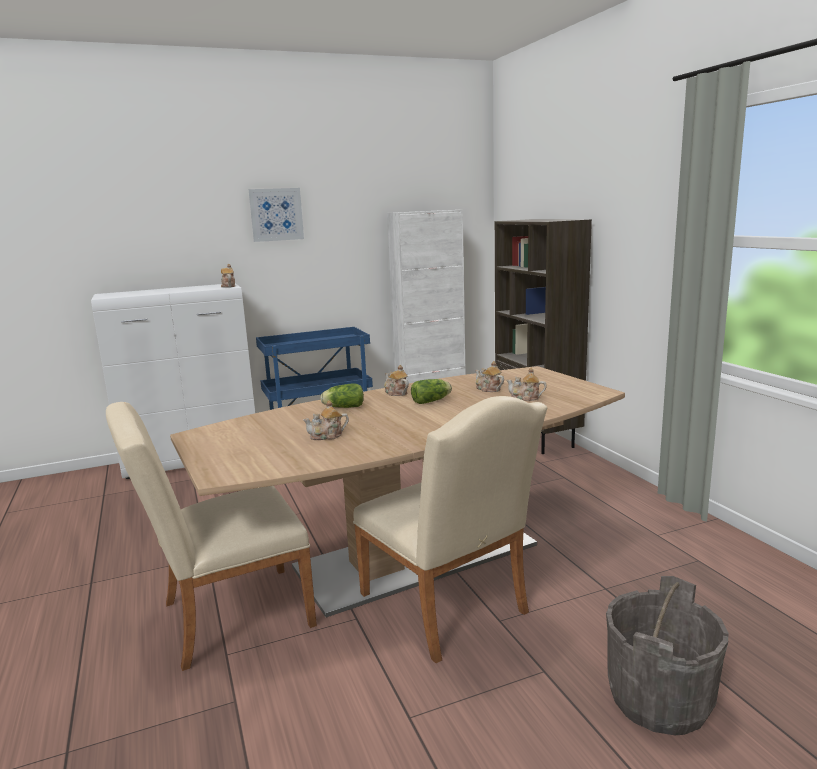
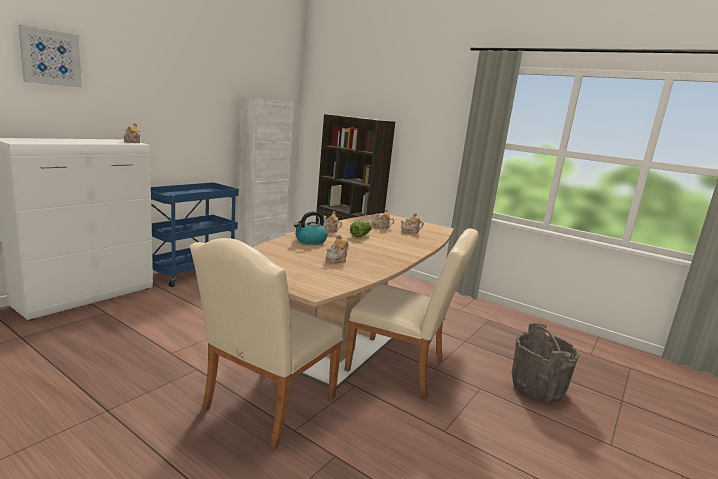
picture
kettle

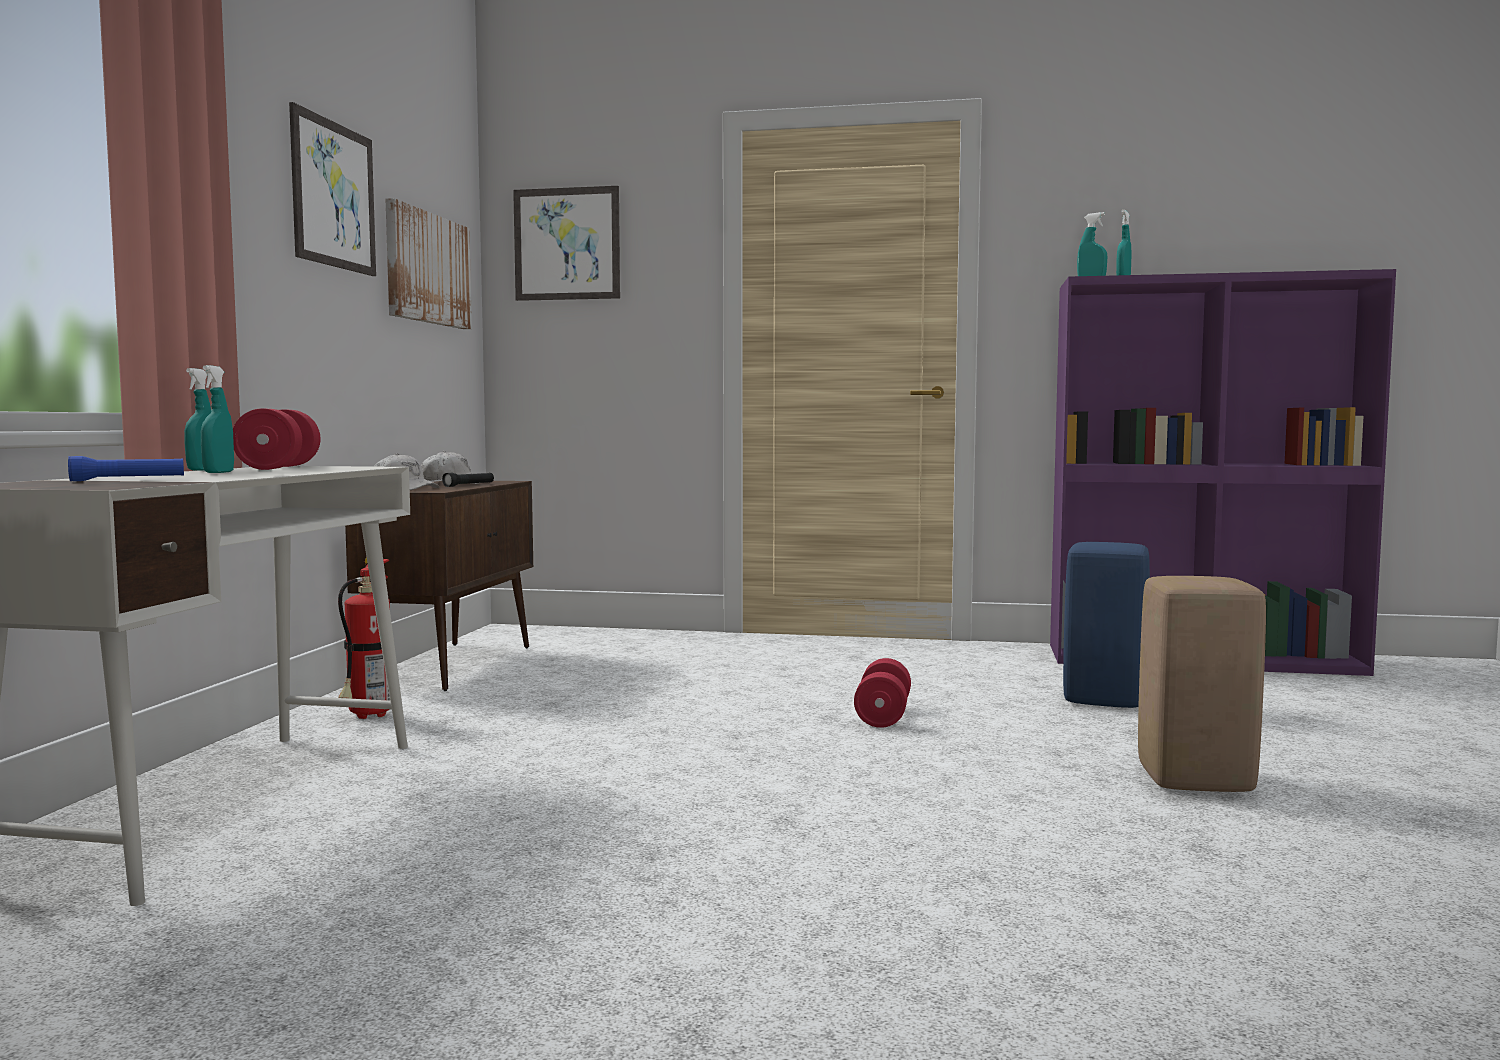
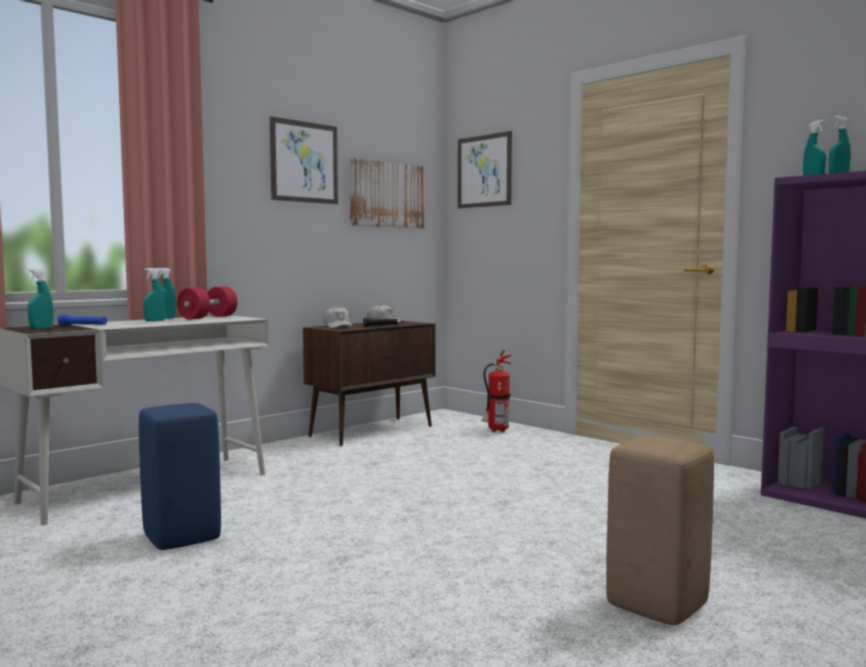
fire extinguisher
red dumbbell (no. 2 from left in the first image)
blue stool
turquoise spray bottle (no. 1 from left)

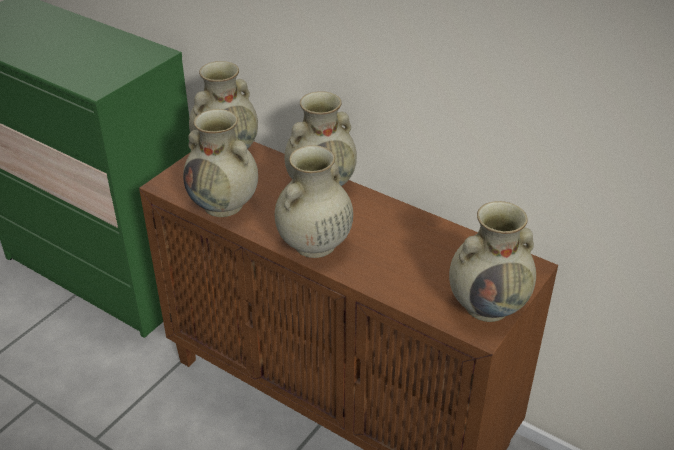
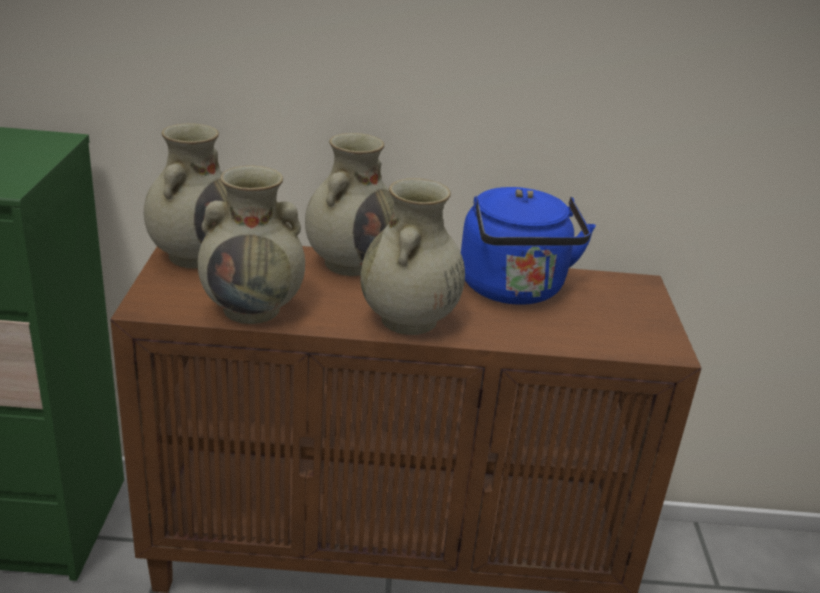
beige vase (no. 5 from left in the first image)
blue kettle

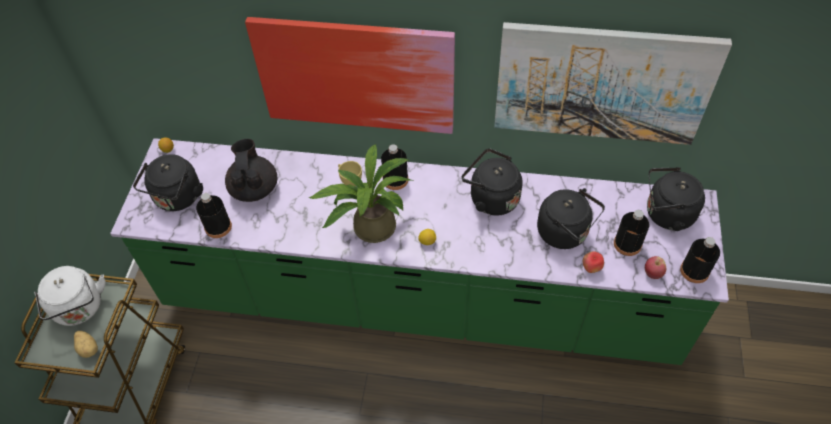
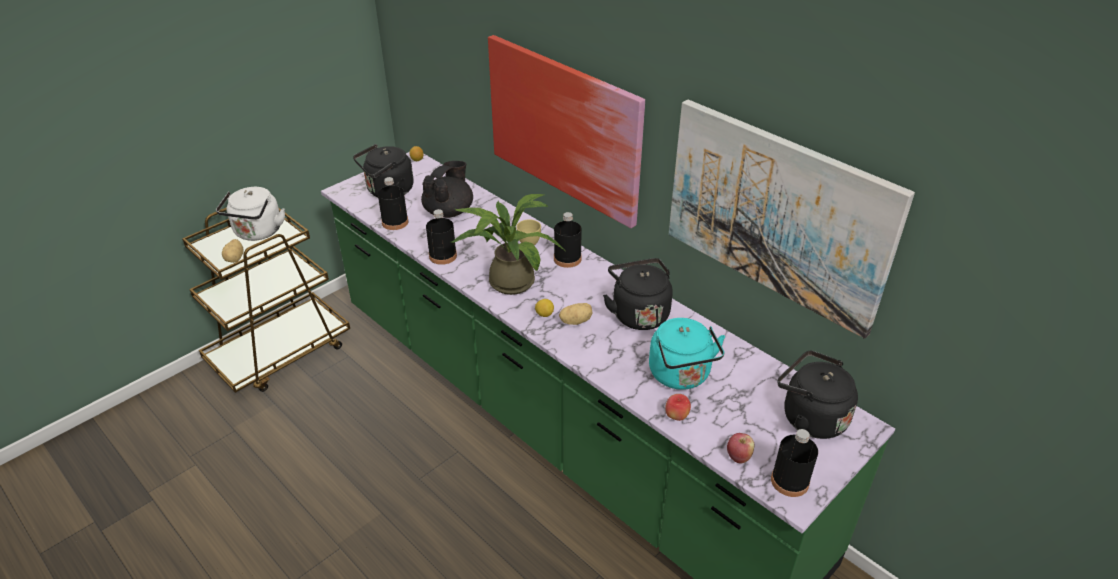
turquoise kettle
black bottle (no. 2 from left)
potato (no. 2 from left)

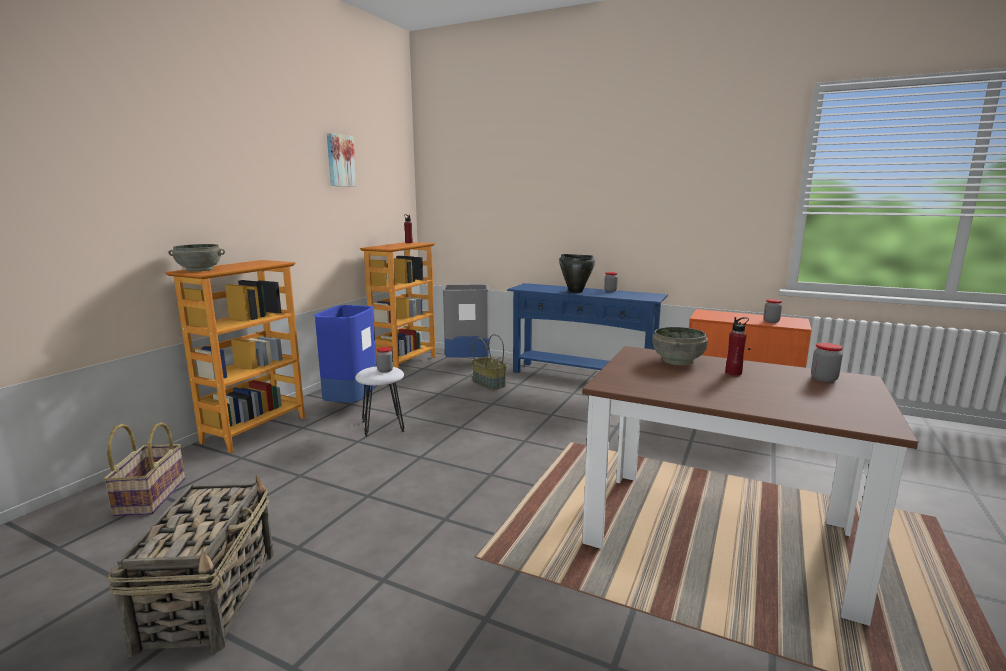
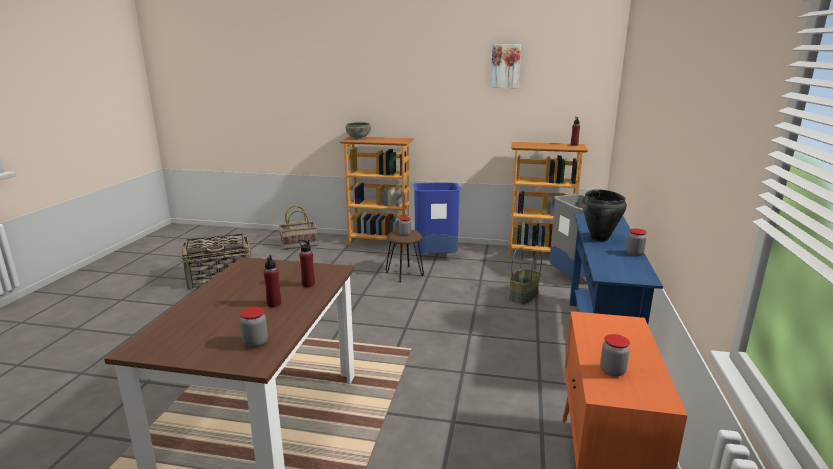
brown stool
red bottle (no. 2 from left)

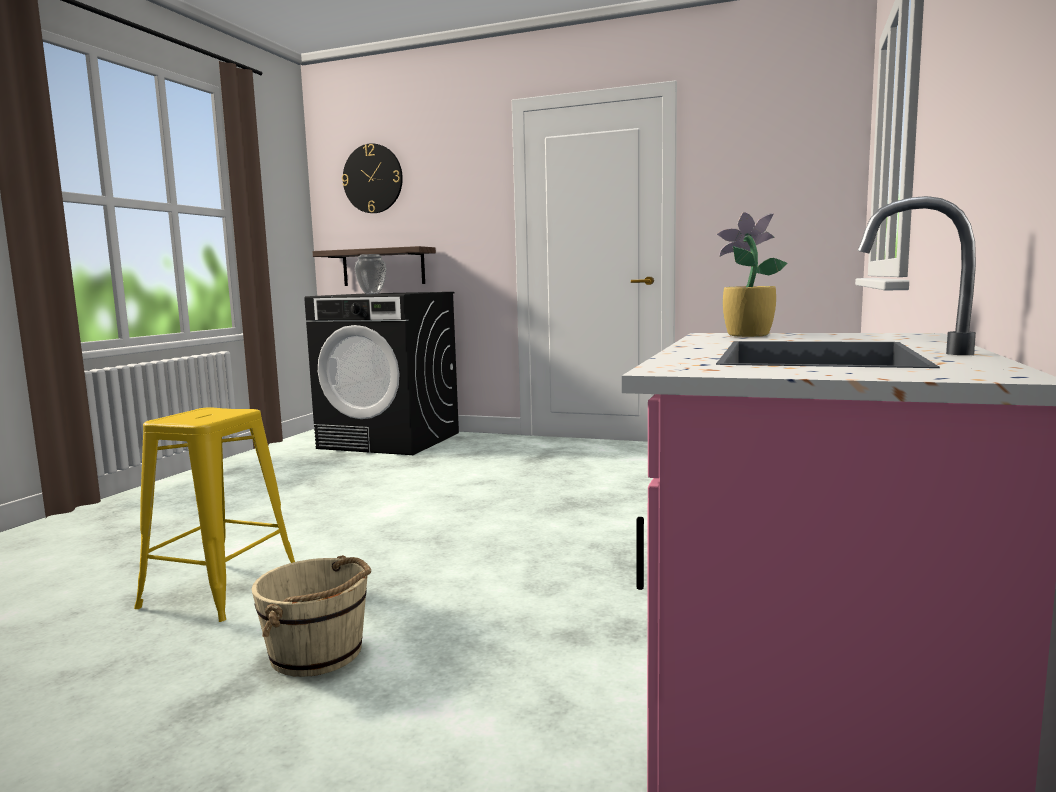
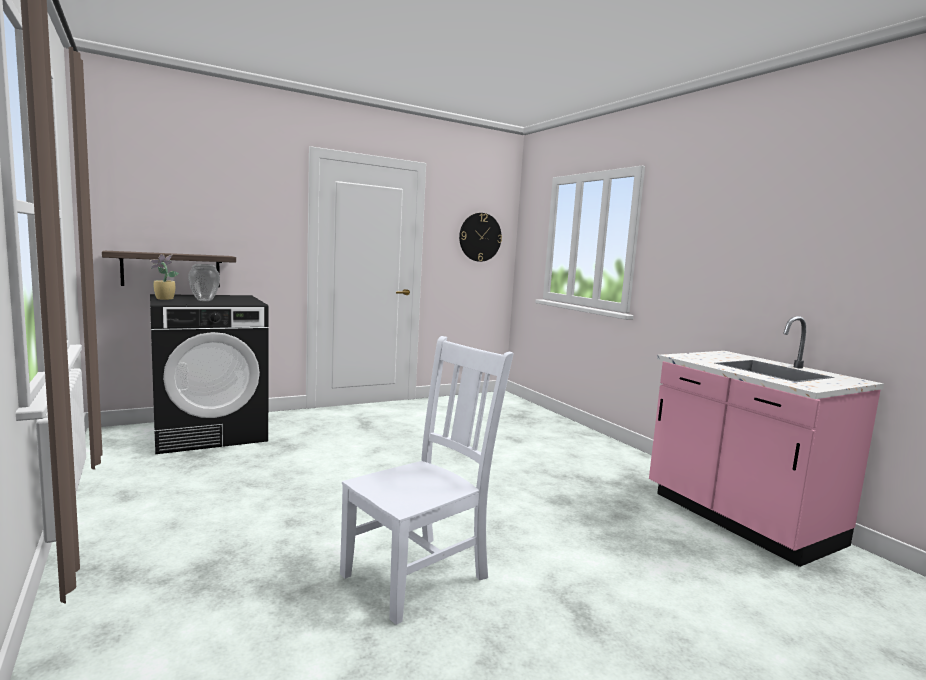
white chair
beige bucket
wall clock
potted plant

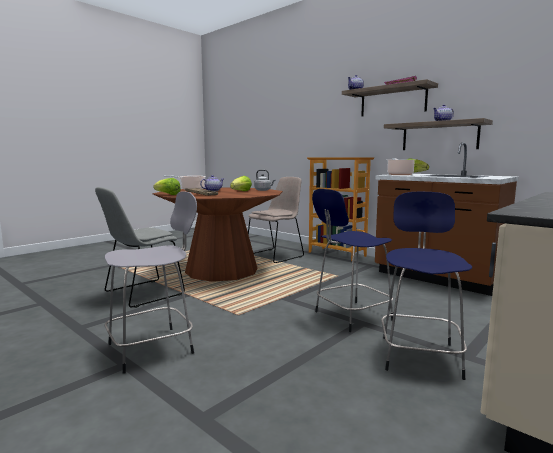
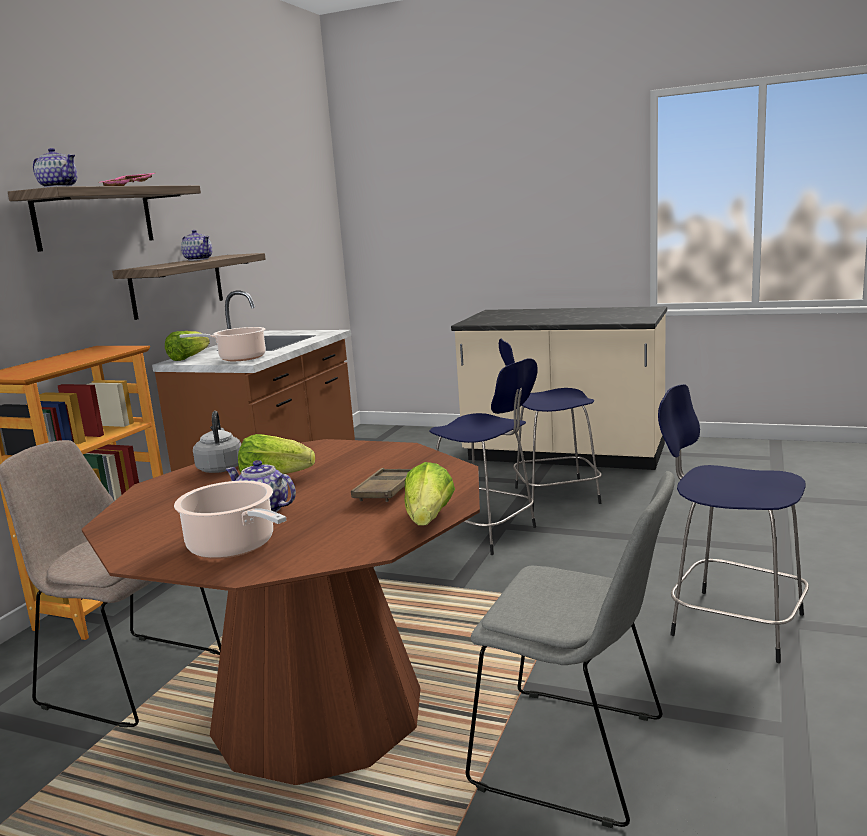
blue stool (no. 3 from left)

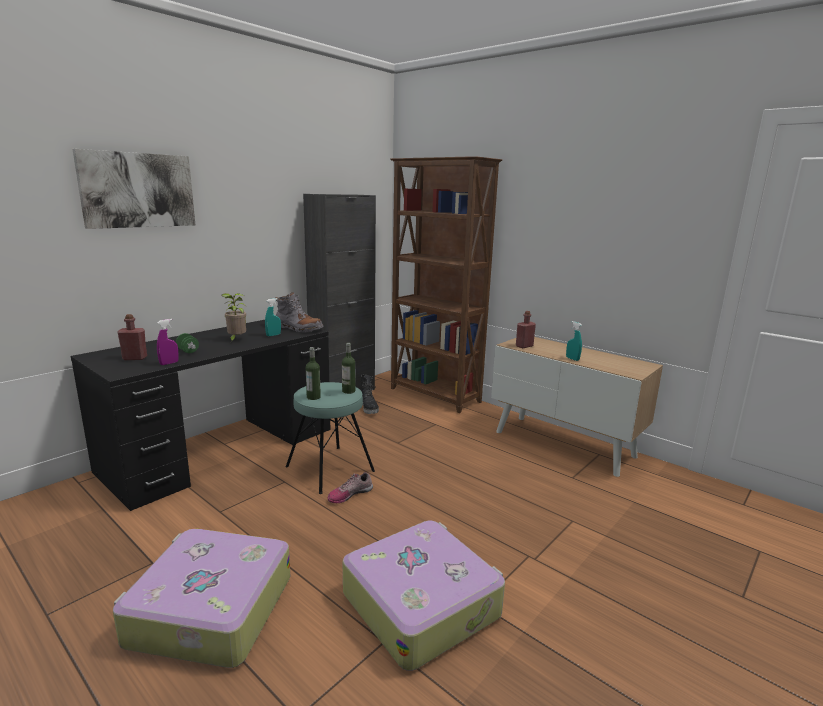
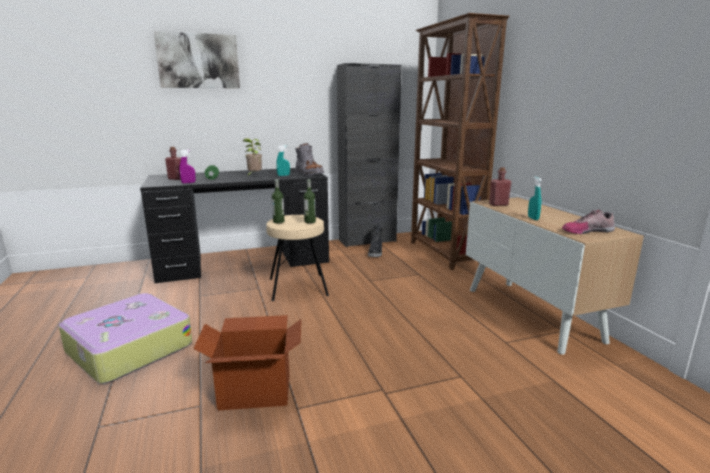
beige stool
shoe
cardboard box

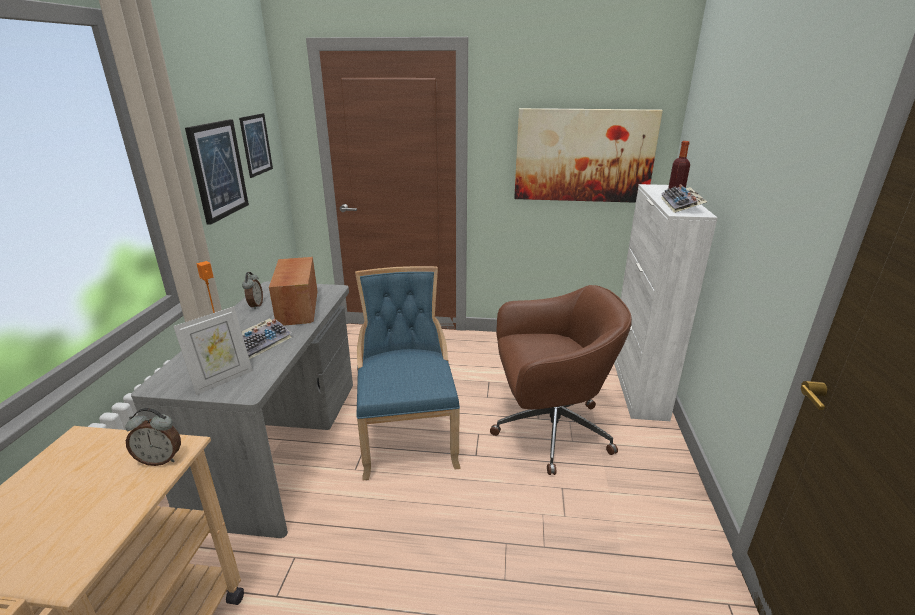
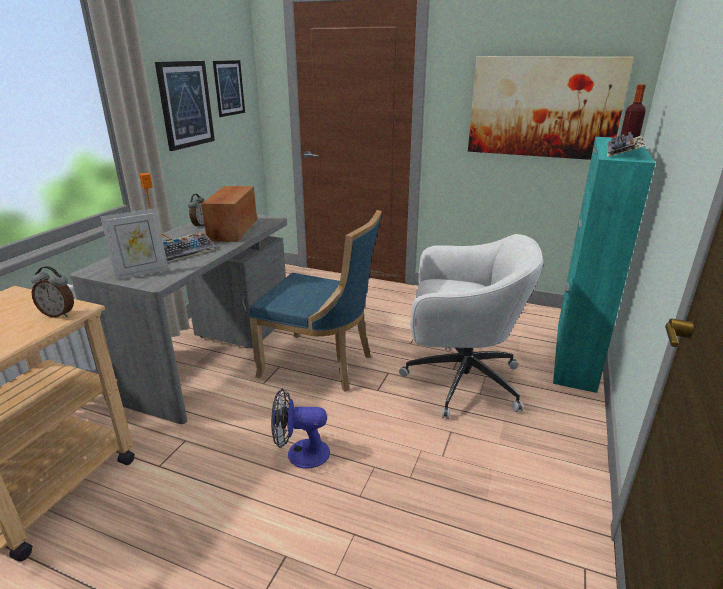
blue chair
white office chair
turquoise cabinet
fan

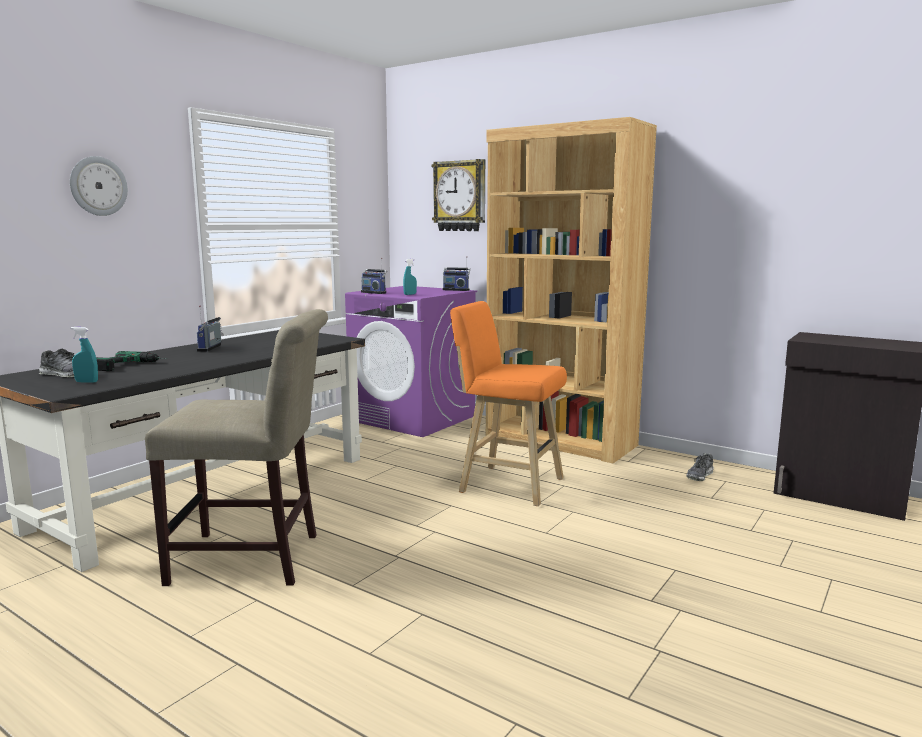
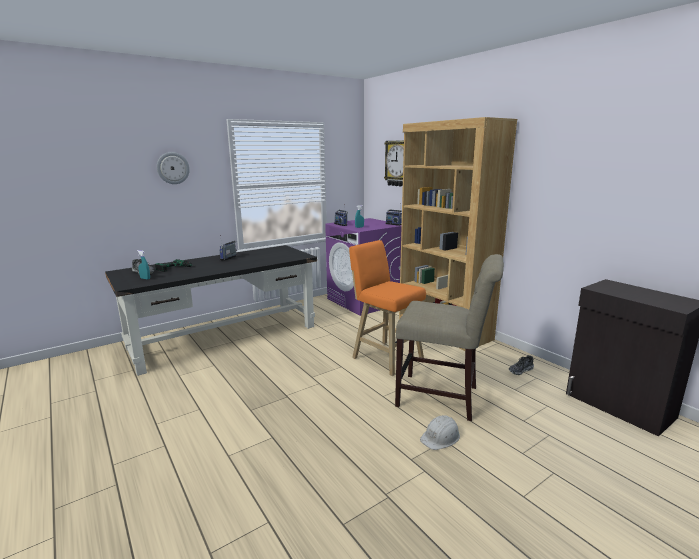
beige chair
white hard hat

